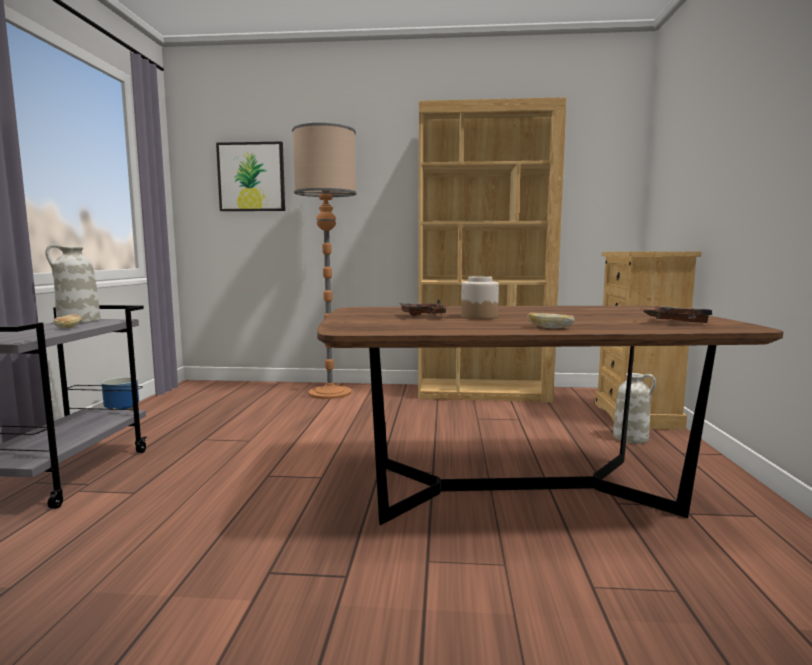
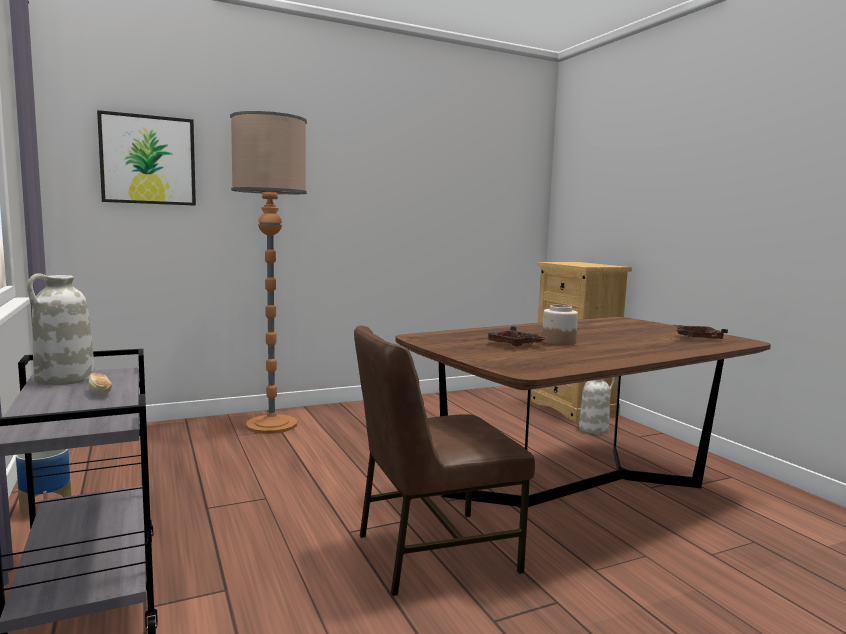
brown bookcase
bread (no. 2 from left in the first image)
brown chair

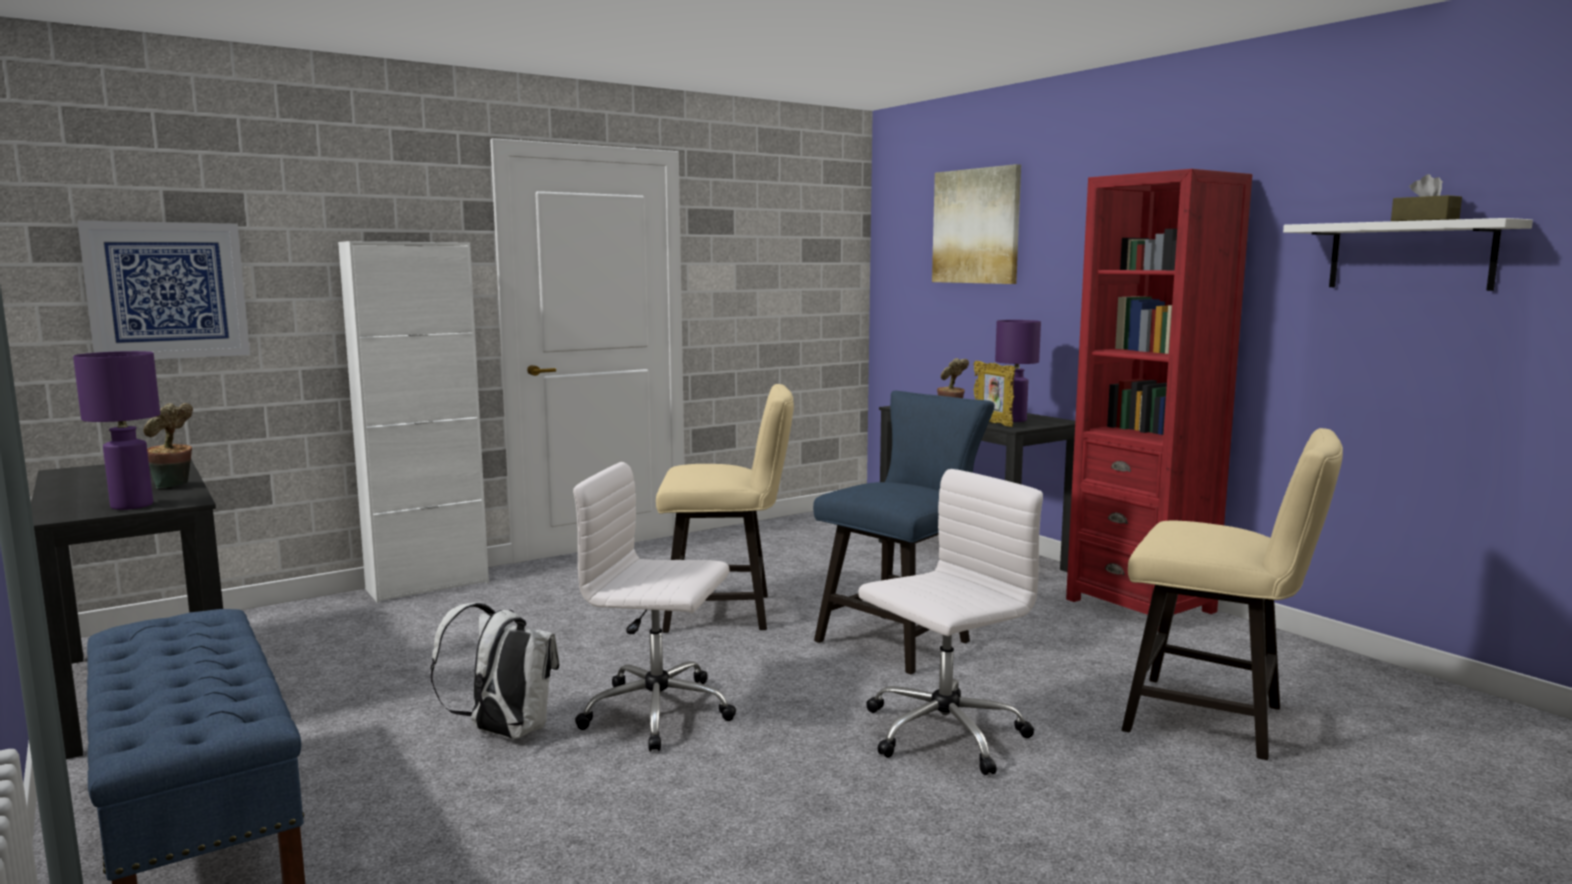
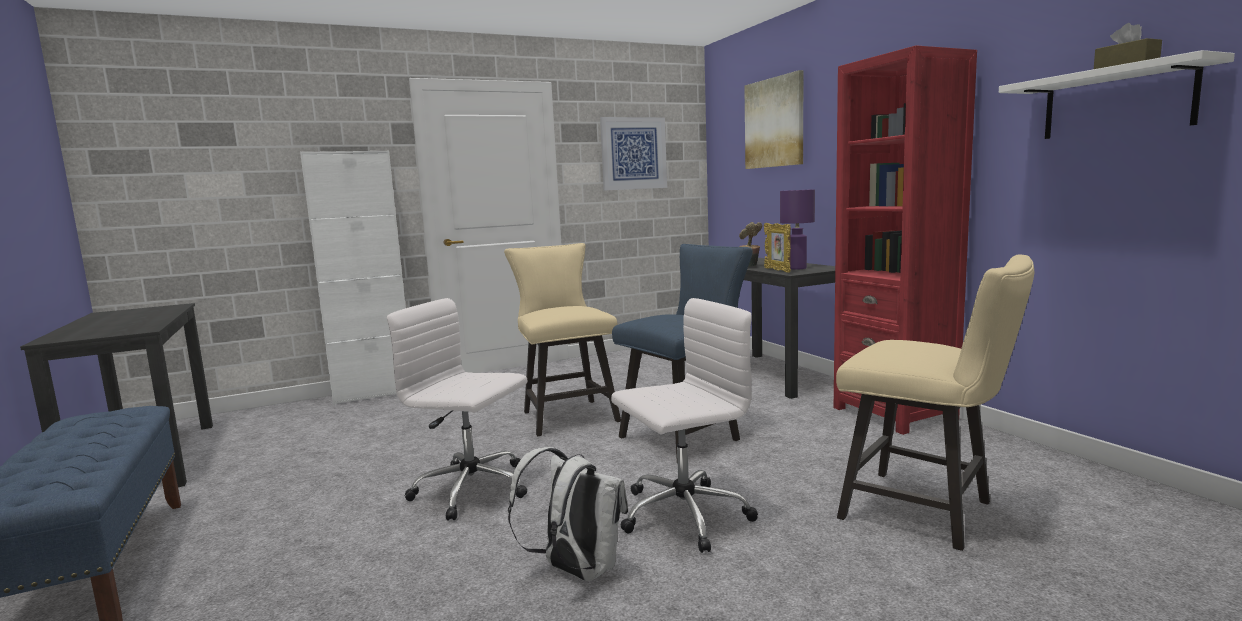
purple table lamp (no. 1 from left in the first image)
picture (no. 1 from left)
potted plant (no. 1 from left in the first image)
white backpack
beige chair (no. 1 from left)

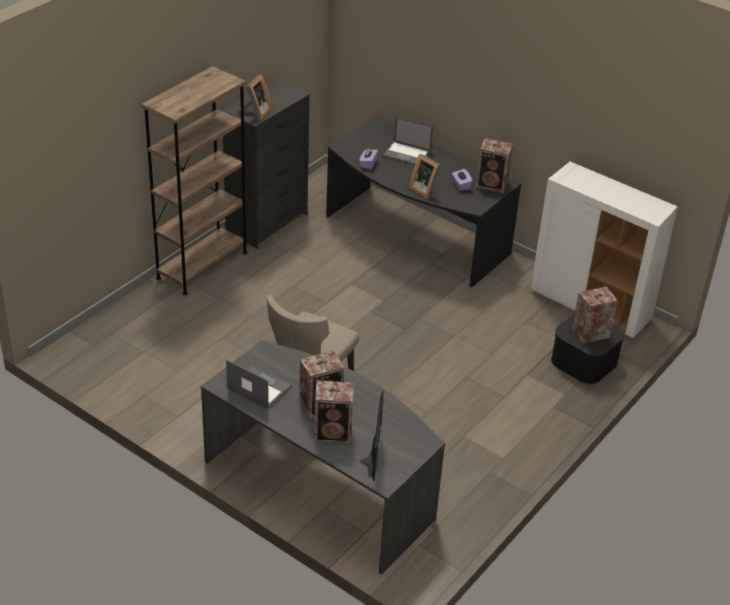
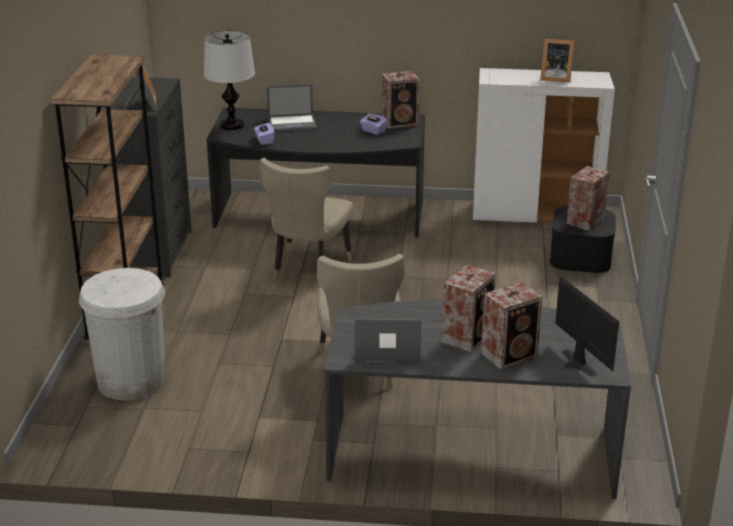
picture frame (no. 2 from left)
white trash can
table lamp
beige chair (no. 1 from left)

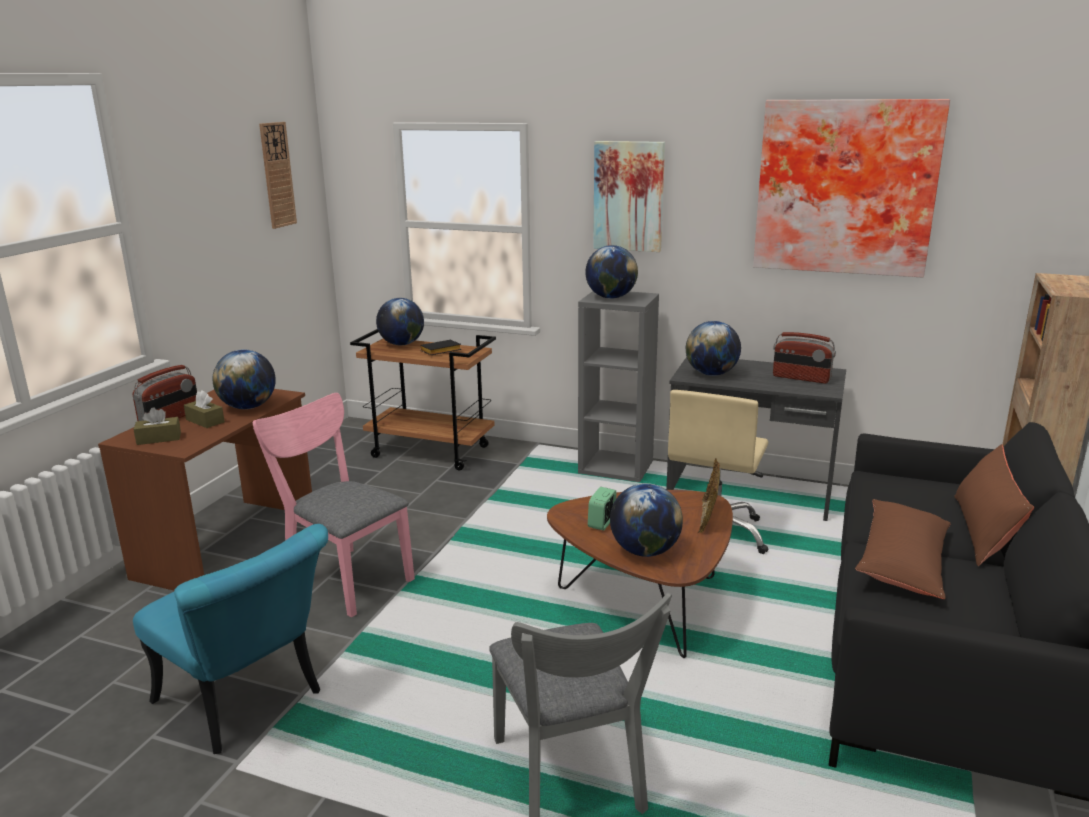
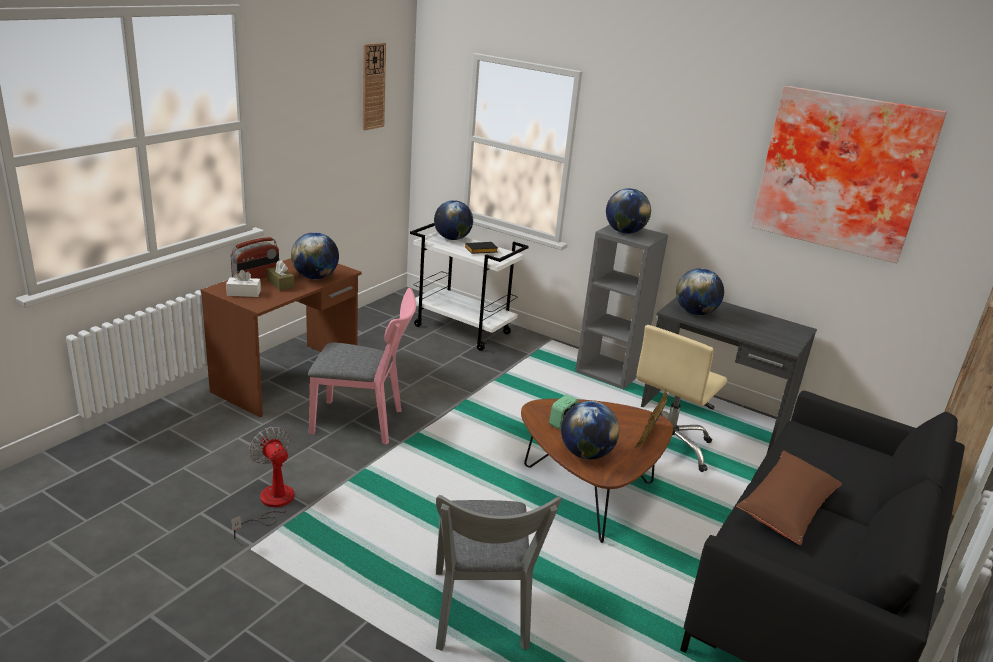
white tissue box
fan
pink chair
white cart
picture (no. 1 from left in the first image)
radio (no. 2 from left in the first image)
brown pillow (no. 2 from left in the first image)

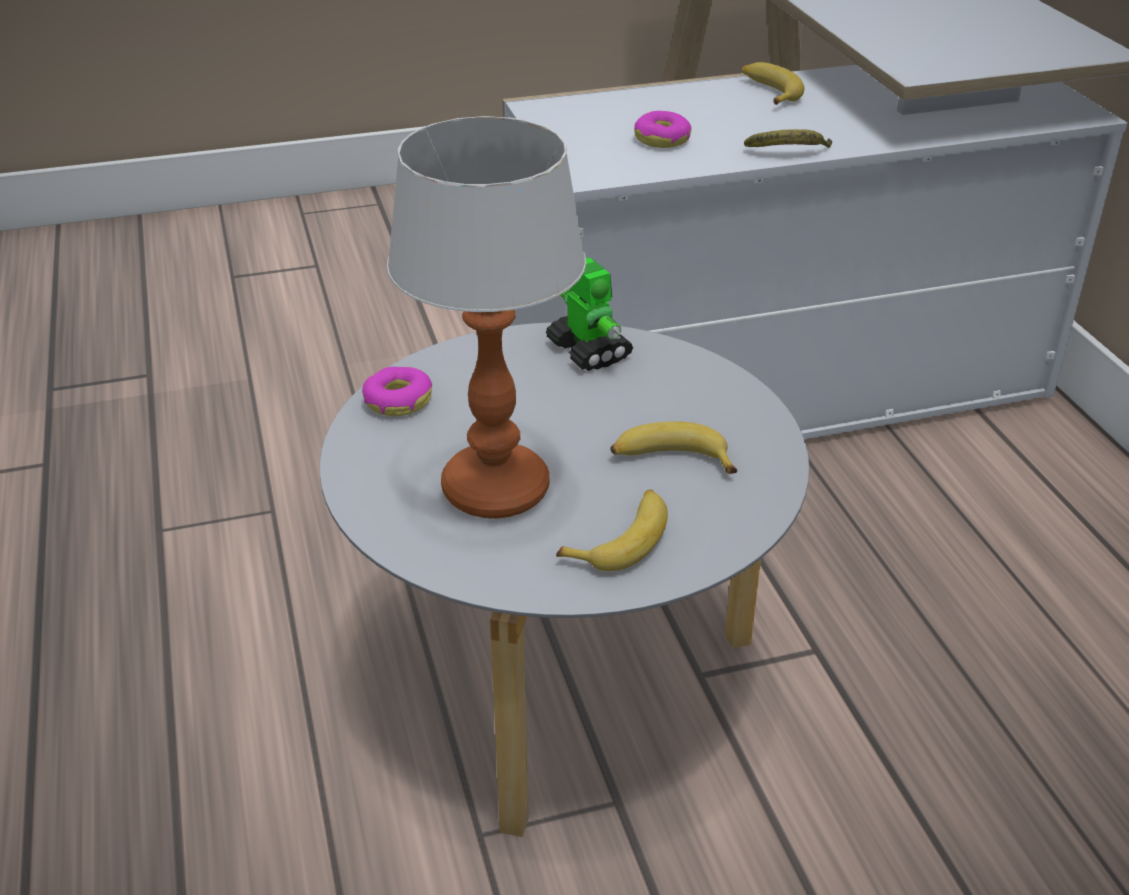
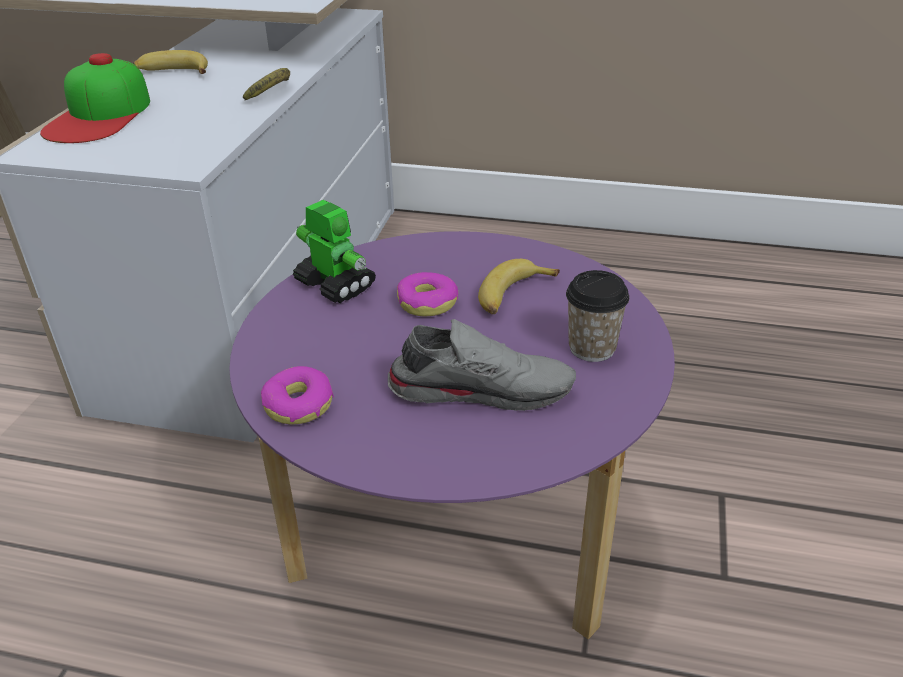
purple coffee table
grey shoe
toy robot
cup
donut (no. 2 from left)
cap

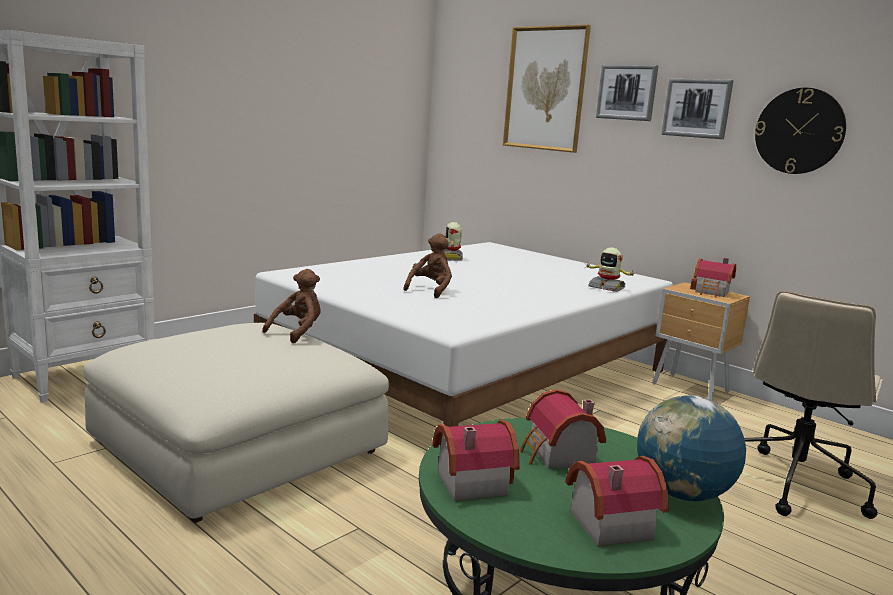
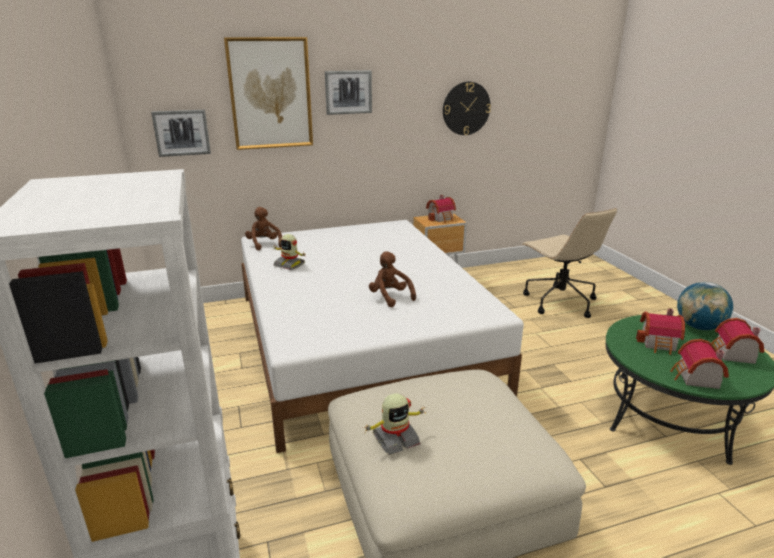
brown plush toy (no. 1 from left)
toy robot (no. 2 from left)
picture (no. 1 from left)

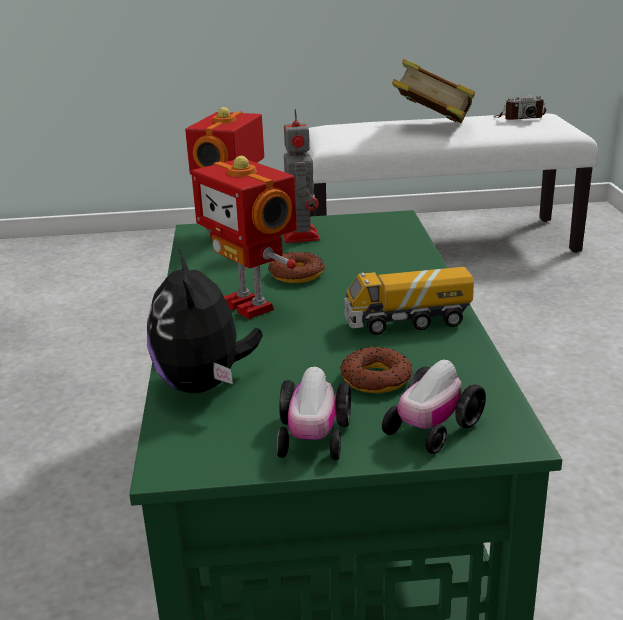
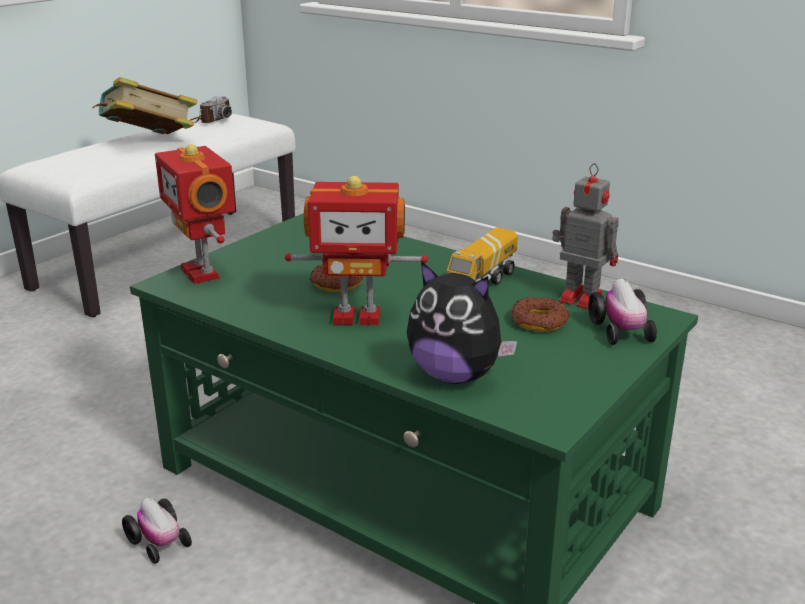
toy car (no. 1 from left)
toy robot (no. 3 from left)

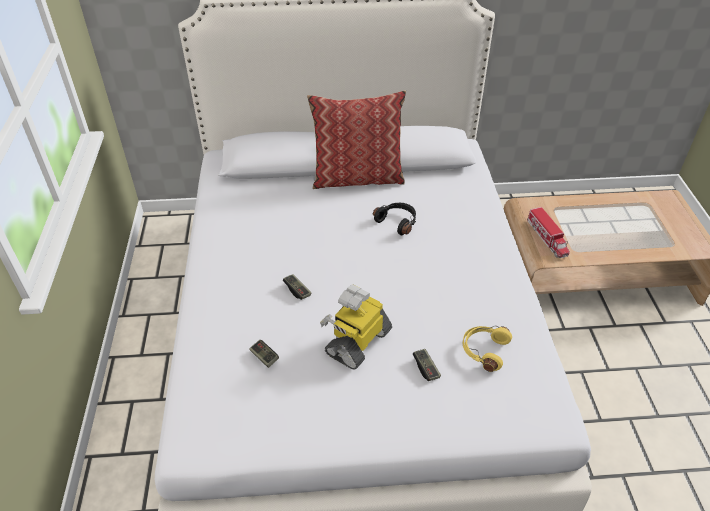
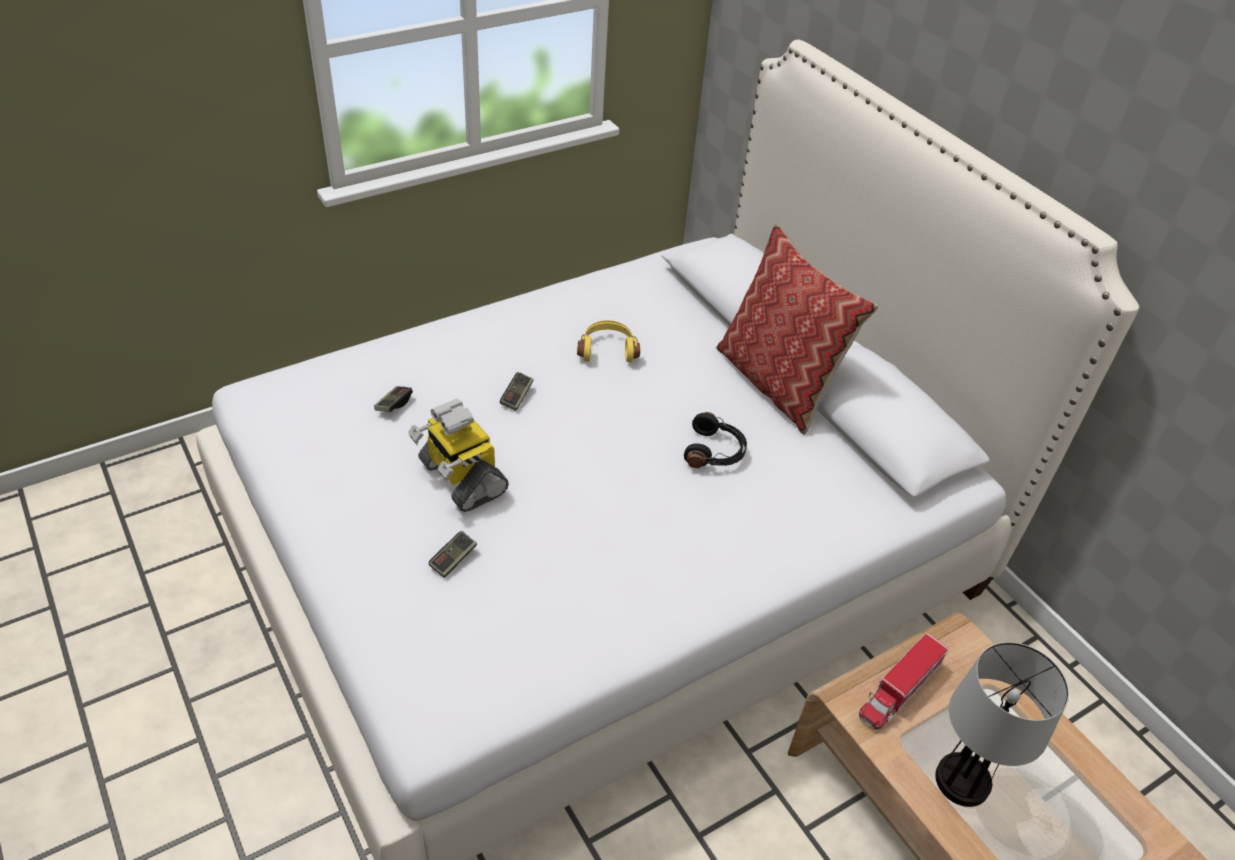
toy robot
yellow headphones
table lamp

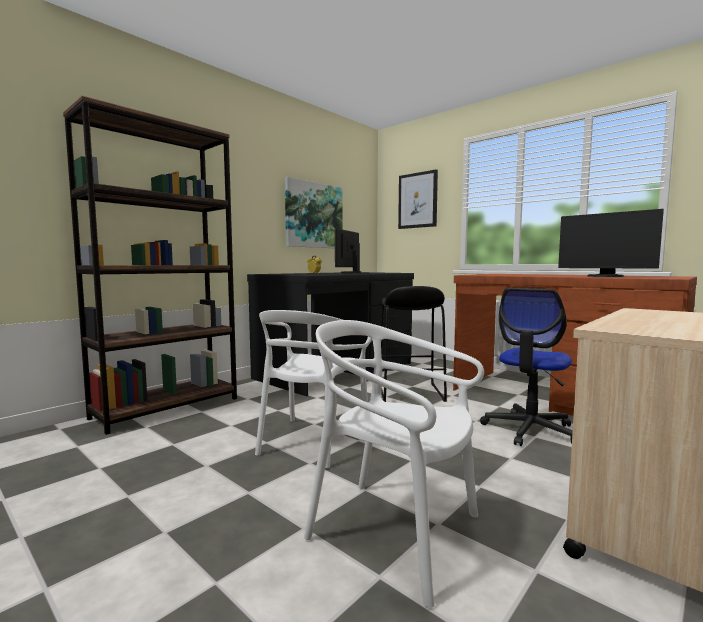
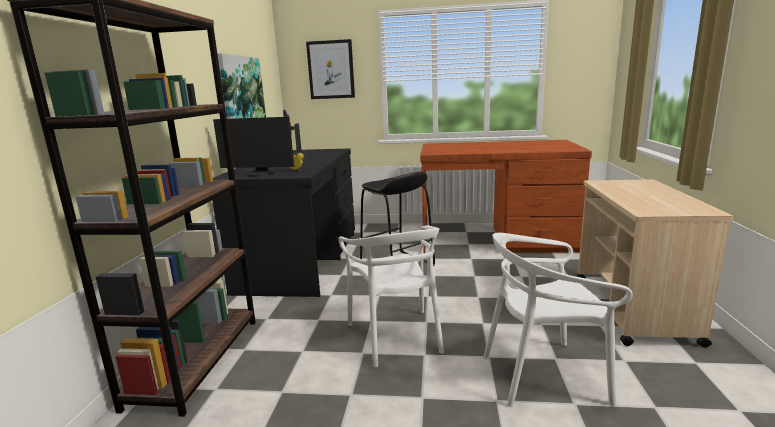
office chair
monitor (no. 1 from left)

